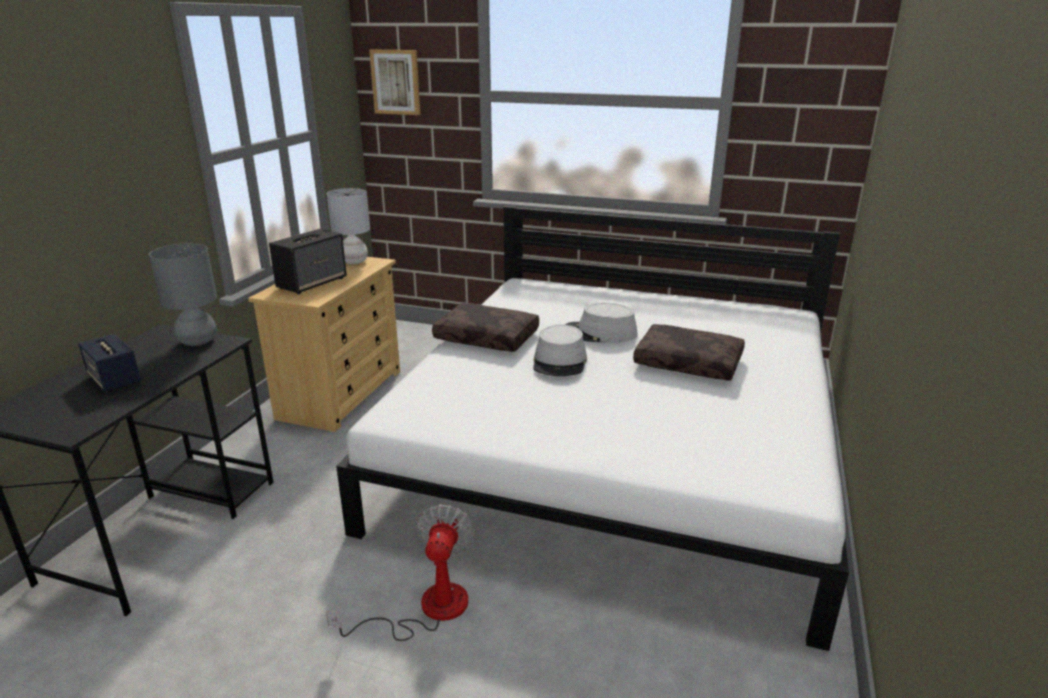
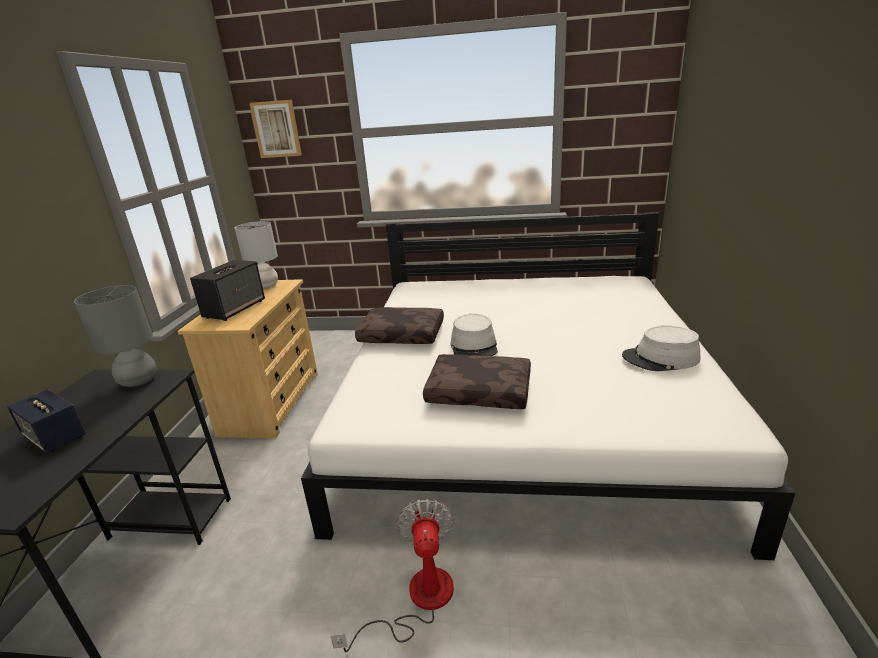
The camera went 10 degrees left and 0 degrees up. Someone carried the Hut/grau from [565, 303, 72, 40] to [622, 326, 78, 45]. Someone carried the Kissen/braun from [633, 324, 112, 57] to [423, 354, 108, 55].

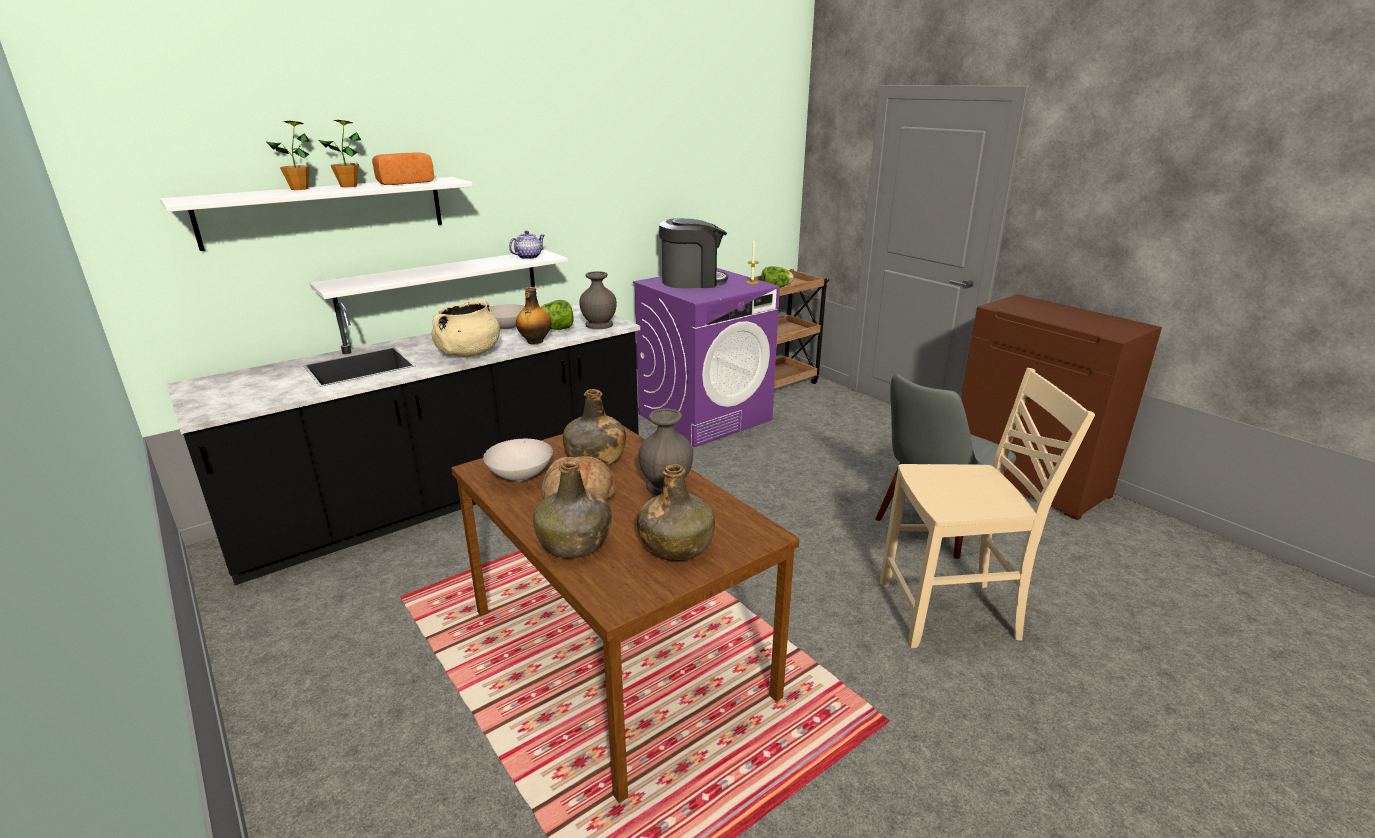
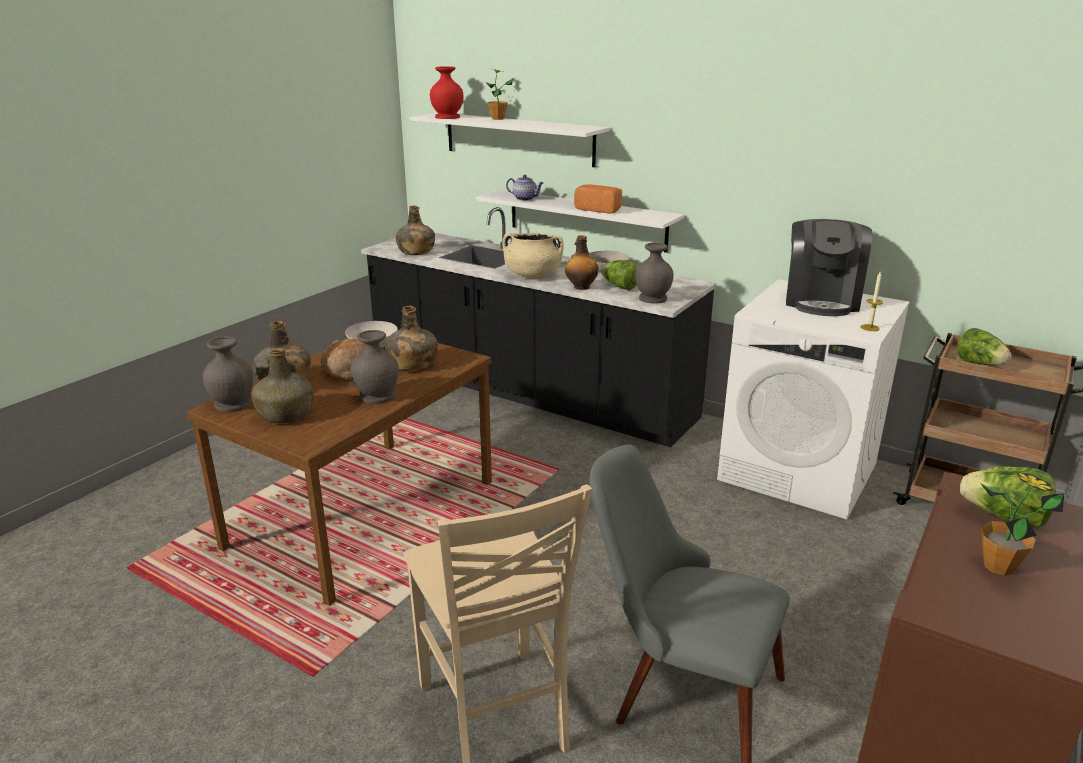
The camera went 70 degrees right and 0 degrees up. Someone put down the Vase/grau at [202, 337, 51, 75]. Someone put down the Flasche/grün at [396, 206, 39, 49]. Someone put down the Vase/rot at [430, 66, 33, 53]. Someone put down the Salatkopf at [960, 467, 96, 61]. Someone carried the Topfpflanze from [318, 120, 43, 67] to [980, 472, 84, 104]. Someone carried the Brot from [372, 153, 62, 32] to [574, 184, 48, 30]. Someone carried the Teekanne from [509, 231, 36, 28] to [506, 175, 38, 26]. Someone repainted the Waschmaschine/lila at [633, 268, 147, 179], which became the Waschmaschine/weiß at [717, 279, 193, 240]. Someone rotated the Kaffeemaschine at [659, 218, 69, 70] by 45 degrees clockwise.

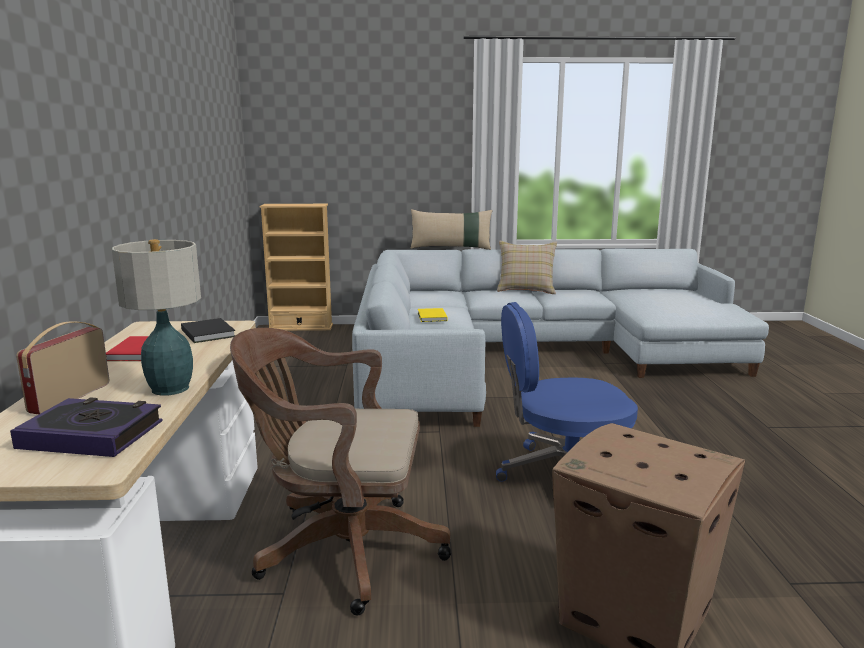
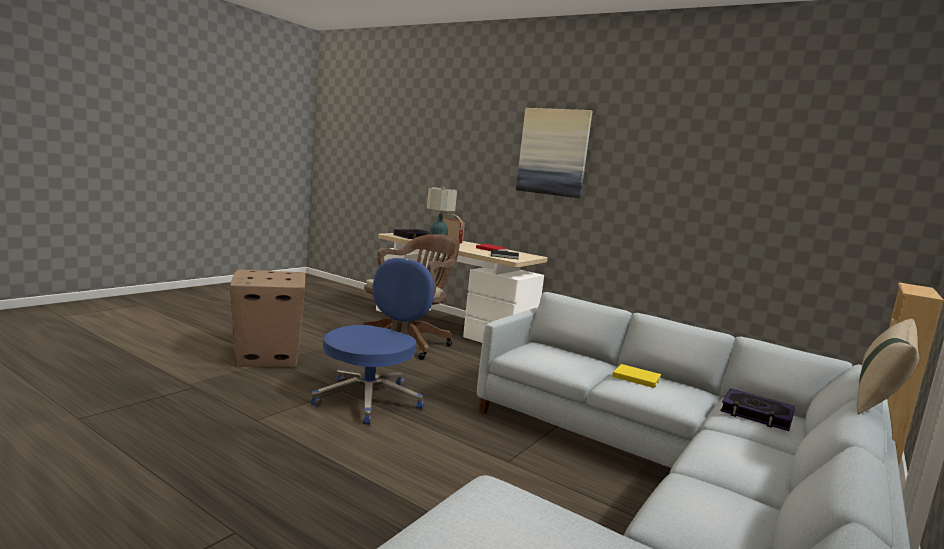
The camera went 125 degrees right and 5 degrees down. Someone took away the Kissen/beige at [497, 241, 60, 53]. Someone put up the Bild at [516, 108, 76, 90]. Someone put down the Buch at [720, 388, 75, 43].

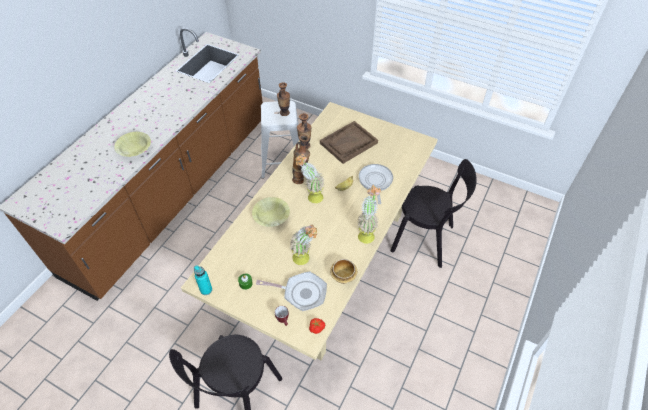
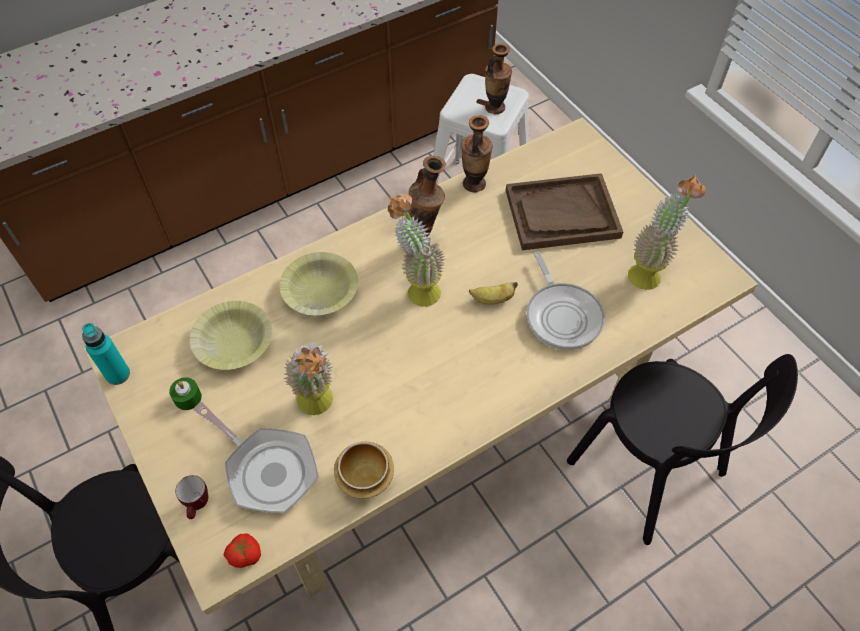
The camera went 30 degrees right and 5 degrees up. Someone carried the Schüssel/gelb from [114, 132, 37, 25] to [190, 301, 82, 69]. Someone carried the Topfpflanze from [357, 185, 24, 59] to [628, 175, 78, 115]. Someone rotated the Pfanne at [359, 164, 34, 40] by 135 degrees clockwise.

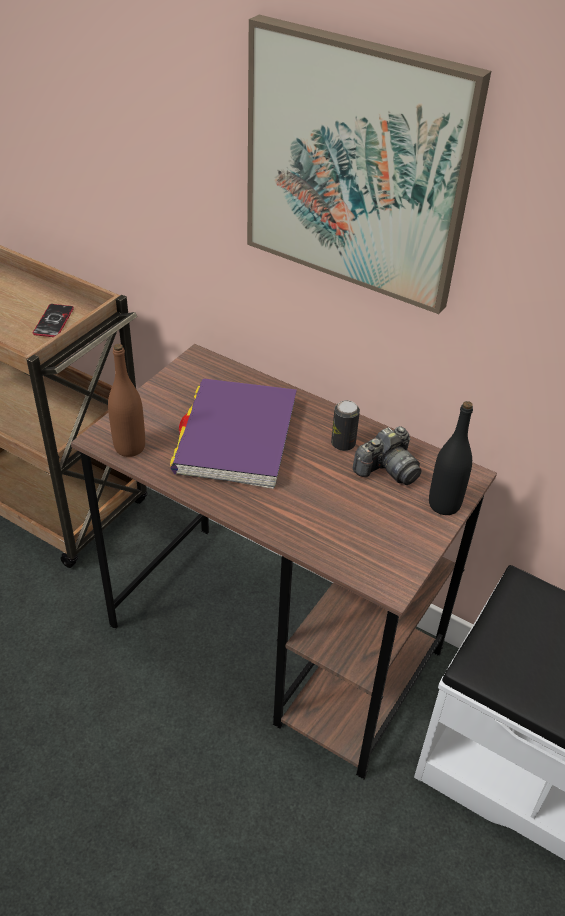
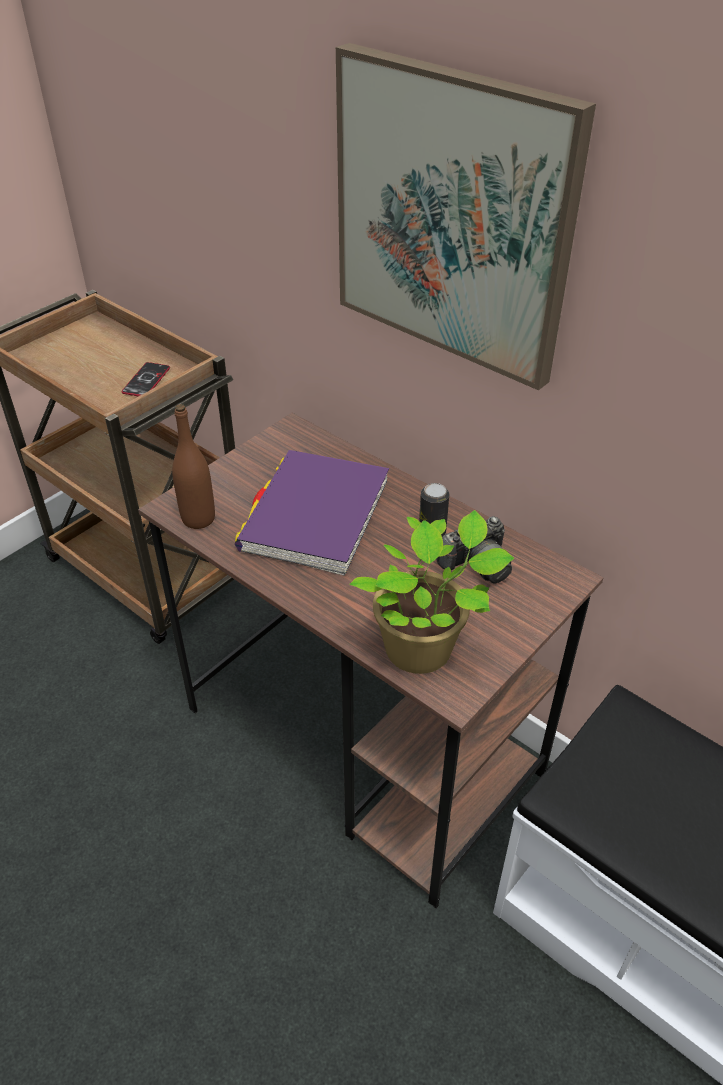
The camera went 10 degrees right and 0 degrees up. Someone took away the Flasche/schwarz at [429, 401, 44, 114]. Someone put down the Topfpflanze at [349, 510, 165, 164].

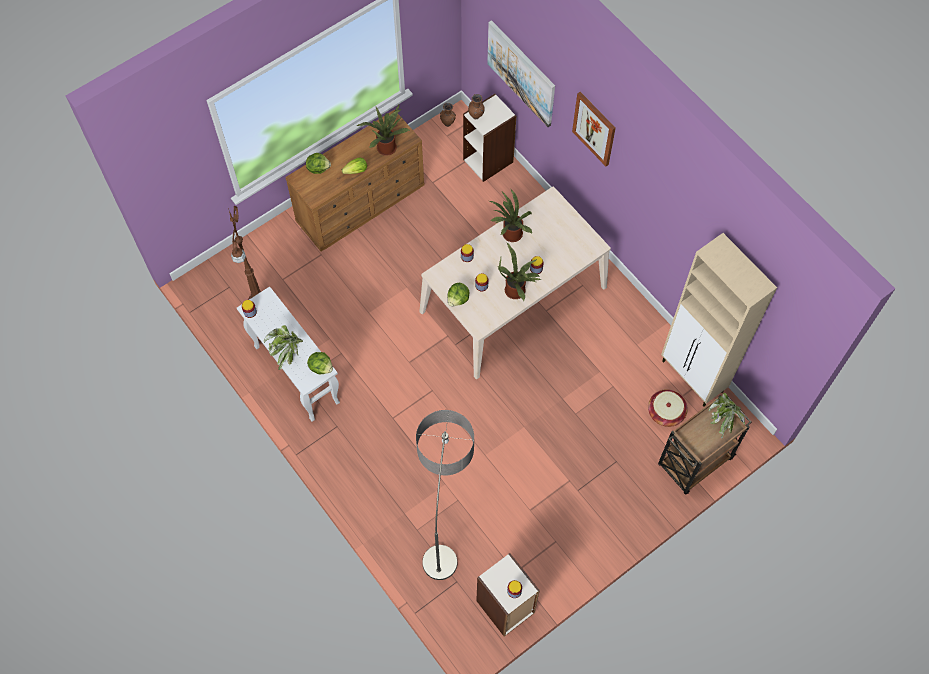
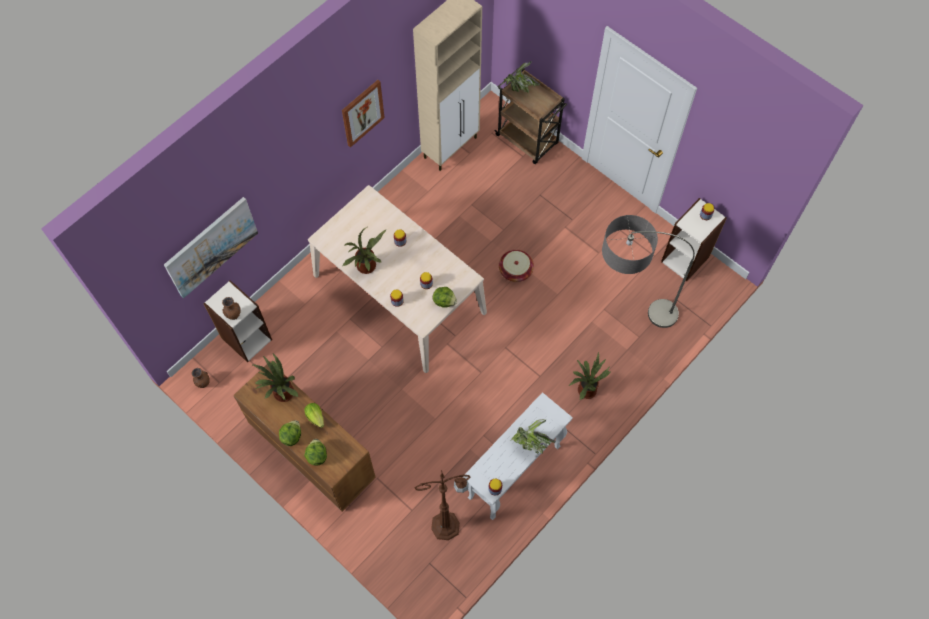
The camera went 100 degrees left and 0 degrees up. Someone carried the Salatkopf from [307, 352, 26, 22] to [279, 420, 22, 26]. Someone carried the Topfpflanze from [498, 243, 44, 58] to [569, 351, 41, 49]. Someone carried the Bild from [572, 92, 44, 74] to [342, 80, 43, 68]. Someone carried the Korb from [648, 389, 40, 38] to [499, 250, 35, 32].

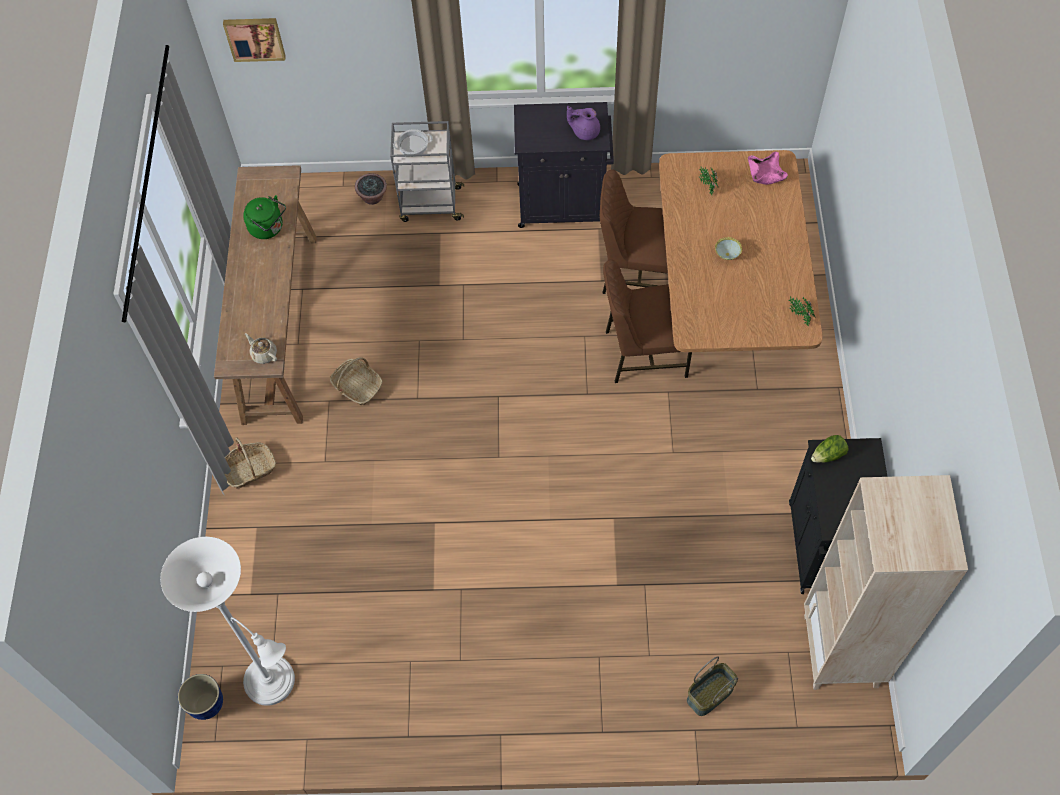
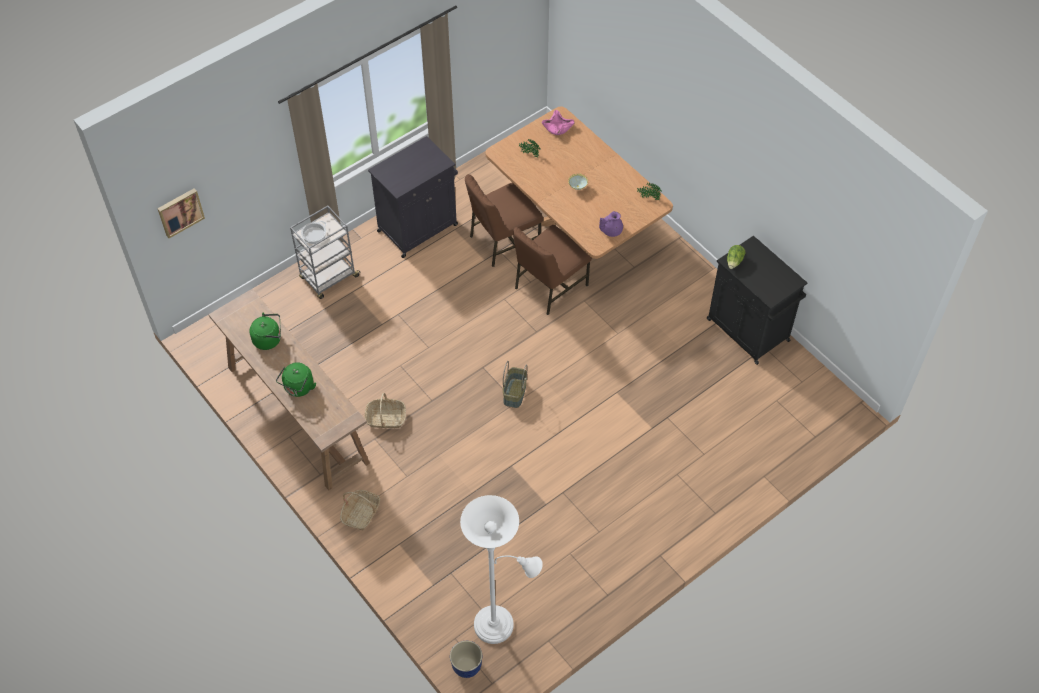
The camera went 40 degrees left and 5 degrees down. Someone took away the Teekanne/beige at [245, 333, 32, 31]. Someone took away the Topfpflanze at [355, 173, 32, 32]. Someone took away the Bücherregal/beige at [804, 475, 164, 215]. Someone put down the Wasserkessel/grün at [276, 362, 40, 35]. Someone carried the Teekanne/lila from [567, 106, 33, 34] to [599, 211, 24, 26]. Someone carried the Korb from [687, 656, 51, 60] to [503, 361, 25, 47].

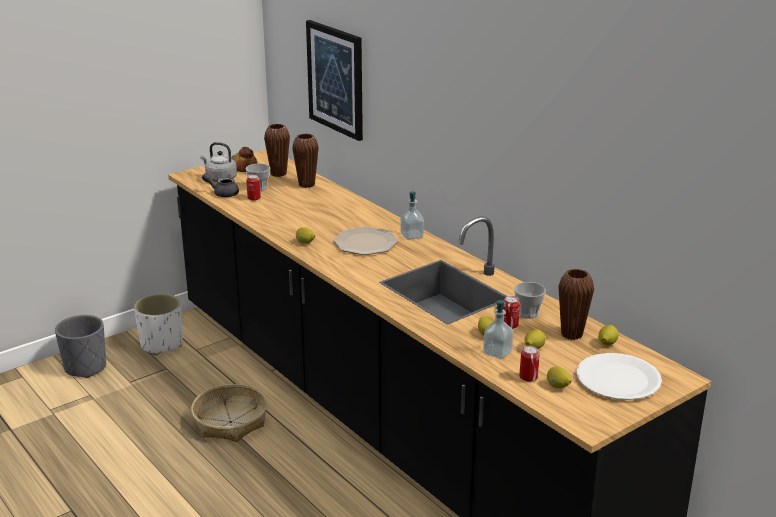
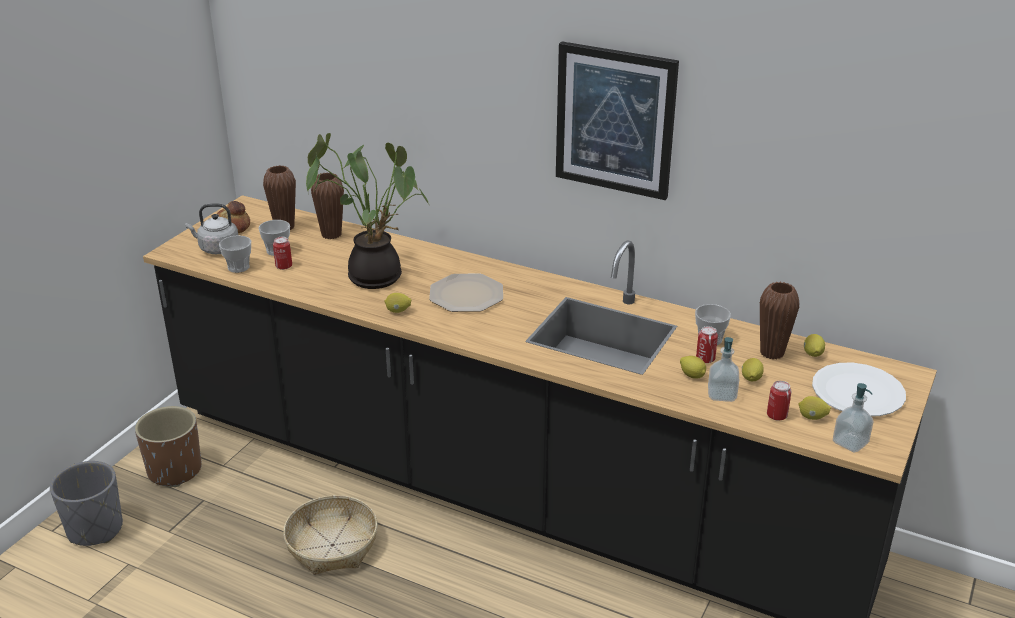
The camera went 25 degrees left and 5 degrees up. Someone put down the Topfpflanze at [306, 133, 124, 156]. Someone carried the Bild from [306, 20, 57, 121] to [556, 42, 123, 158]. Someone carried the Seifenspender from [401, 191, 23, 49] to [833, 383, 41, 70]. Someone swapped the Teekanne/grau at [202, 173, 37, 24] for the Tasse at [219, 235, 32, 38]. Someone repainted the Pflanzkübel/weiß at [134, 294, 49, 61], which became the Pflanzkübel/braun at [135, 406, 67, 81].

